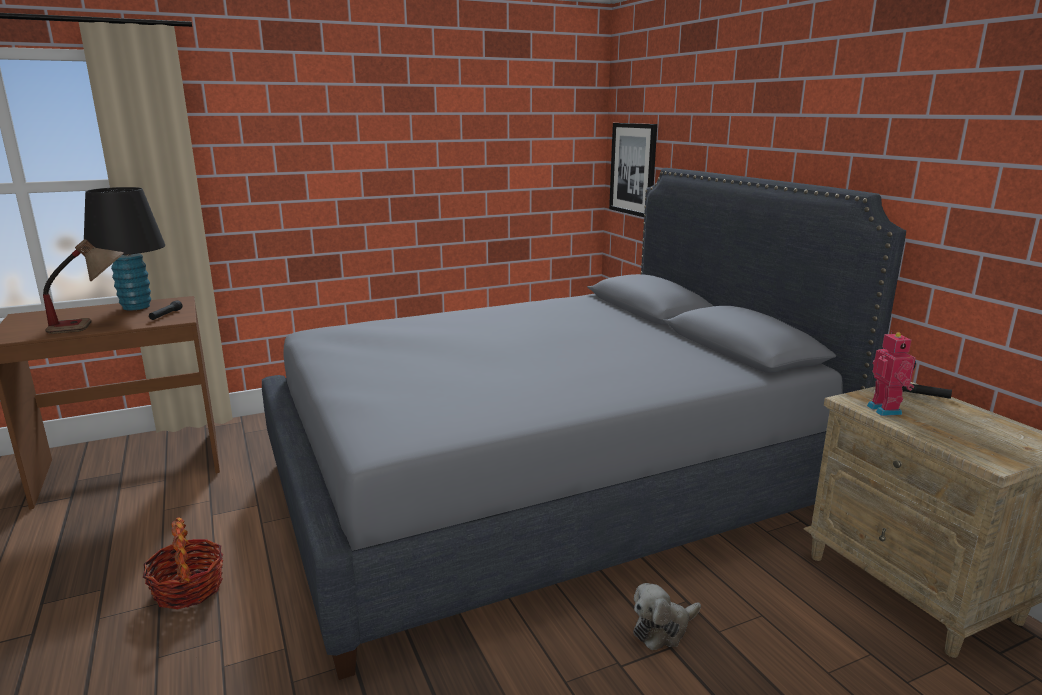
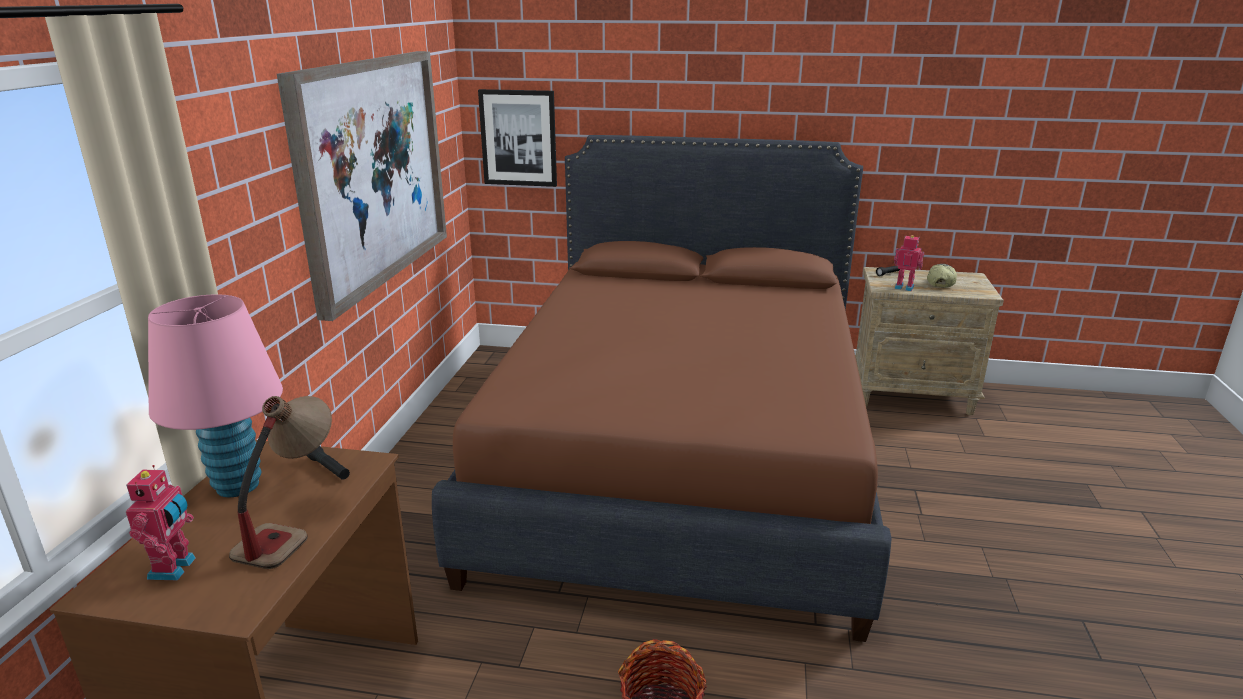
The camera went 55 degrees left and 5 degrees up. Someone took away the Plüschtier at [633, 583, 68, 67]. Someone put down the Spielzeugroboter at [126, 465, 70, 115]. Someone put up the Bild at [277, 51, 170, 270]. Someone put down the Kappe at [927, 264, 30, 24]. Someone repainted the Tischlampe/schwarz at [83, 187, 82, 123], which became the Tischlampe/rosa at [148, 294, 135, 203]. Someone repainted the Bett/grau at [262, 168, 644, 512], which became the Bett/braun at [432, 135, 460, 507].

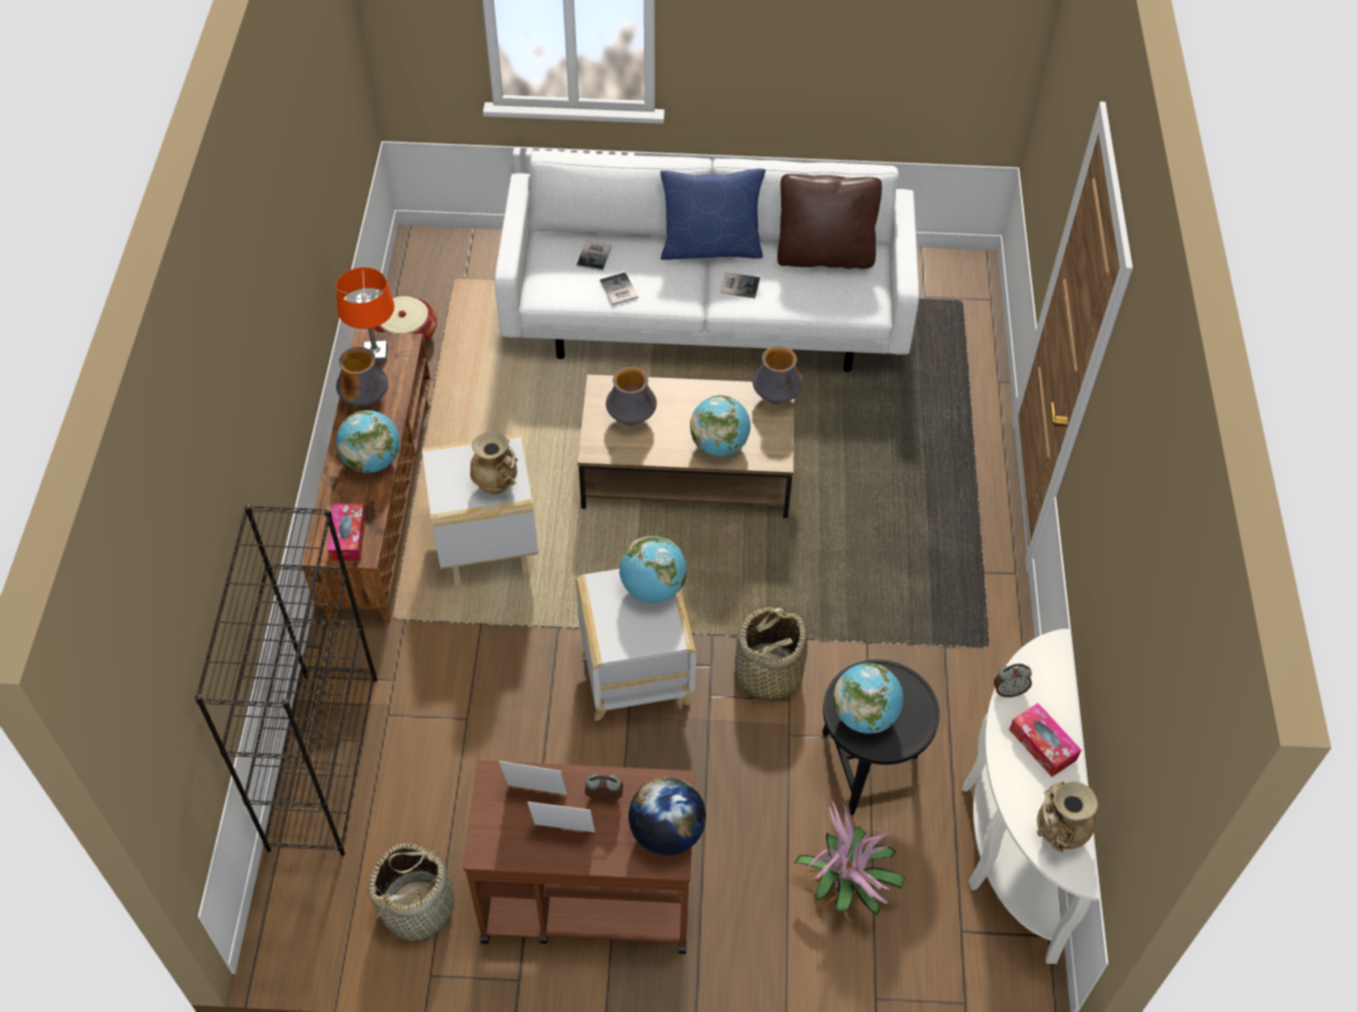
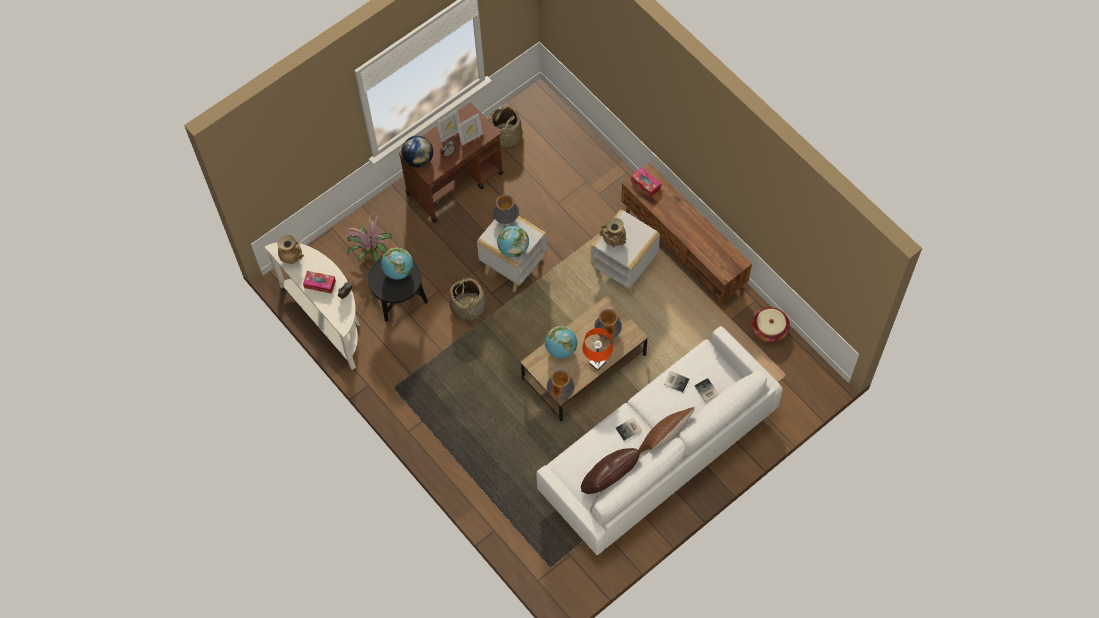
The camera went 140 degrees right and 10 degrees up. Someone took away the Bücherregal/schwarz at [195, 505, 182, 351]. Someone took away the Globus at [336, 410, 64, 63]. Someone carried the Tischlampe/orange from [336, 267, 58, 96] to [582, 328, 31, 43]. Someone carried the Vase from [336, 347, 52, 60] to [492, 195, 27, 29]. Someone repainted the Kissen/blau at [660, 168, 106, 92], which became the Kissen/braun at [638, 407, 57, 48].

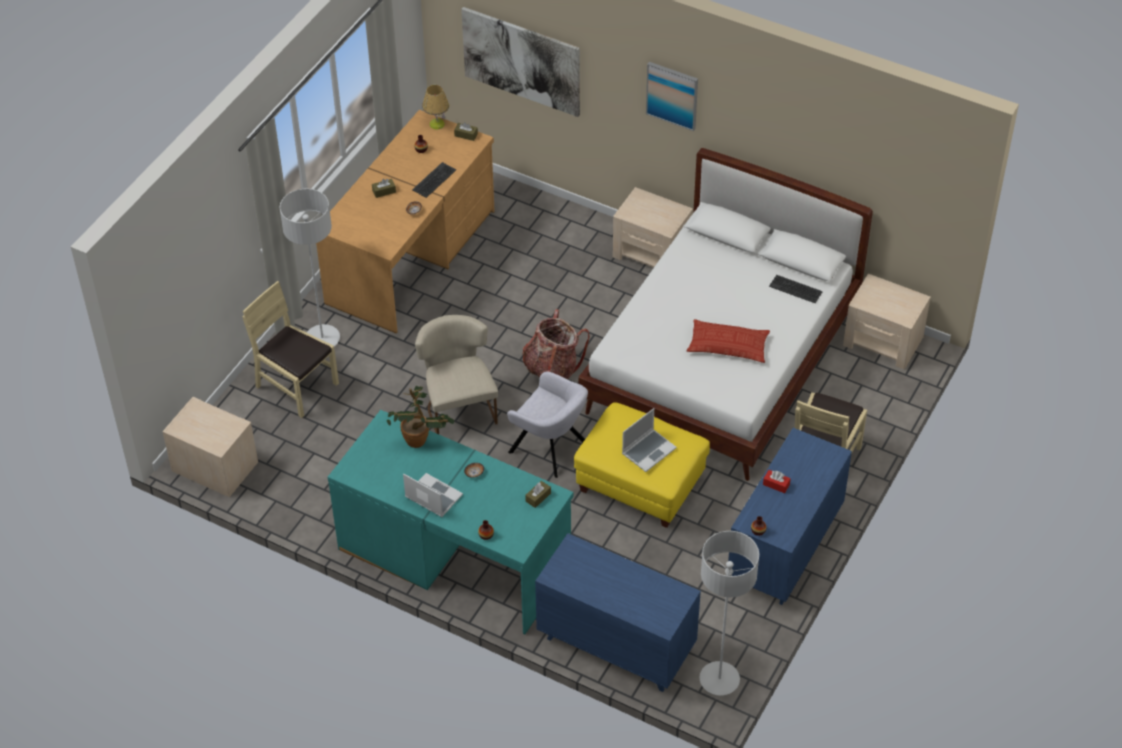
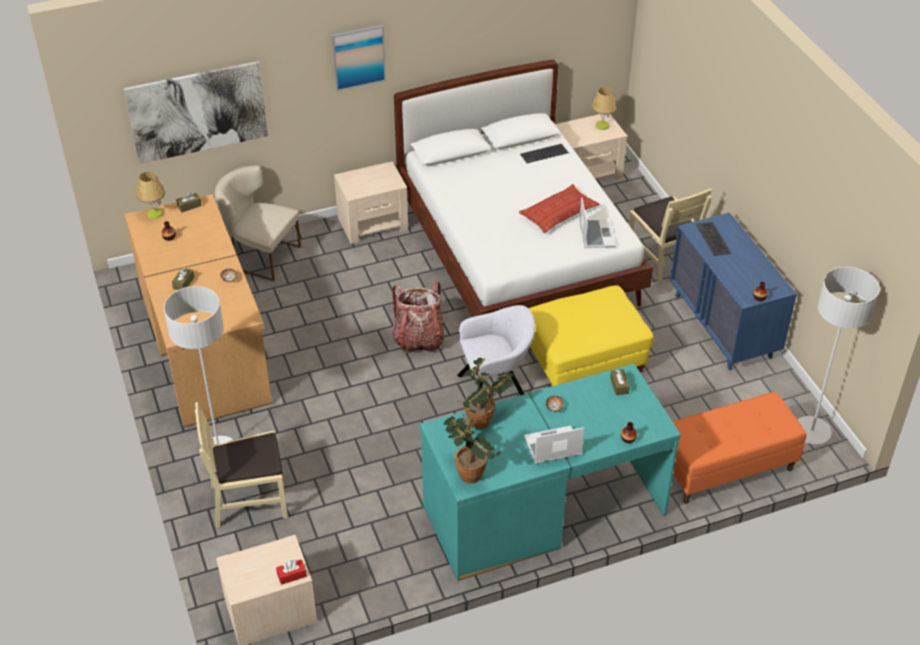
The camera went 50 degrees left and 5 degrees down. Someone put down the Topfpflanze at [443, 413, 58, 70]. Someone put down the Tischlampe at [592, 87, 24, 43]. Someone carried the Tastatur from [412, 162, 44, 36] to [696, 222, 35, 34]. Someone carried the Stuhl/beige from [415, 315, 83, 119] to [215, 165, 86, 116]. Someone carried the Laptop from [622, 408, 55, 64] to [579, 197, 36, 51]. Someone carried the Taschentuchbox/rot from [763, 470, 28, 23] to [276, 559, 31, 26]. Someone swapped the Kommode/blau at [535, 533, 166, 159] for the Bank/orange at [672, 392, 134, 112].

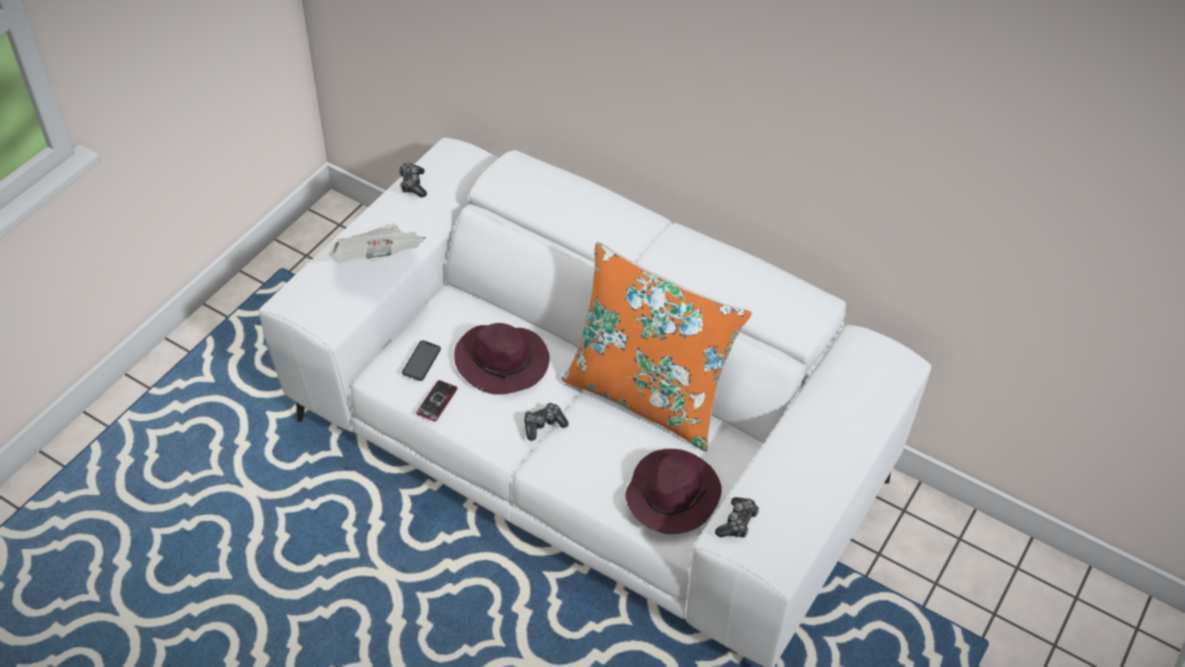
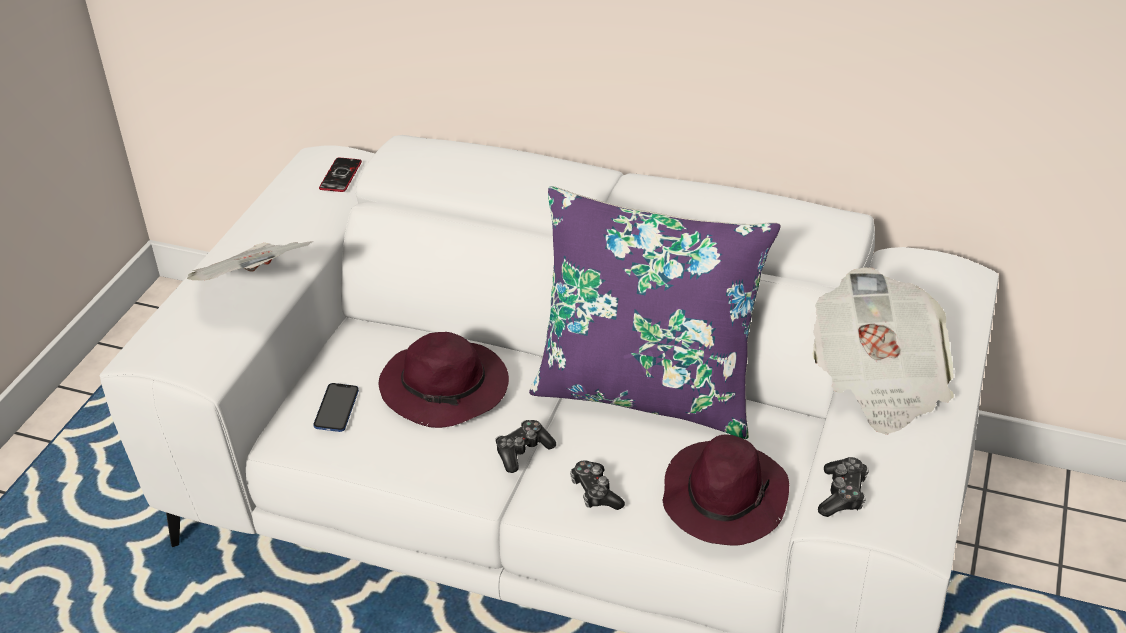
The camera went 10 degrees left and 10 degrees down. Someone put down the Zeitung at [812, 267, 142, 168]. Someone carried the Gamepad from [399, 163, 28, 35] to [570, 460, 55, 50]. Someone carried the Handy from [416, 380, 42, 41] to [319, 157, 43, 35]. Someone repainted the Kissen/orange at [561, 242, 191, 210], which became the Kissen/lila at [529, 186, 252, 253].

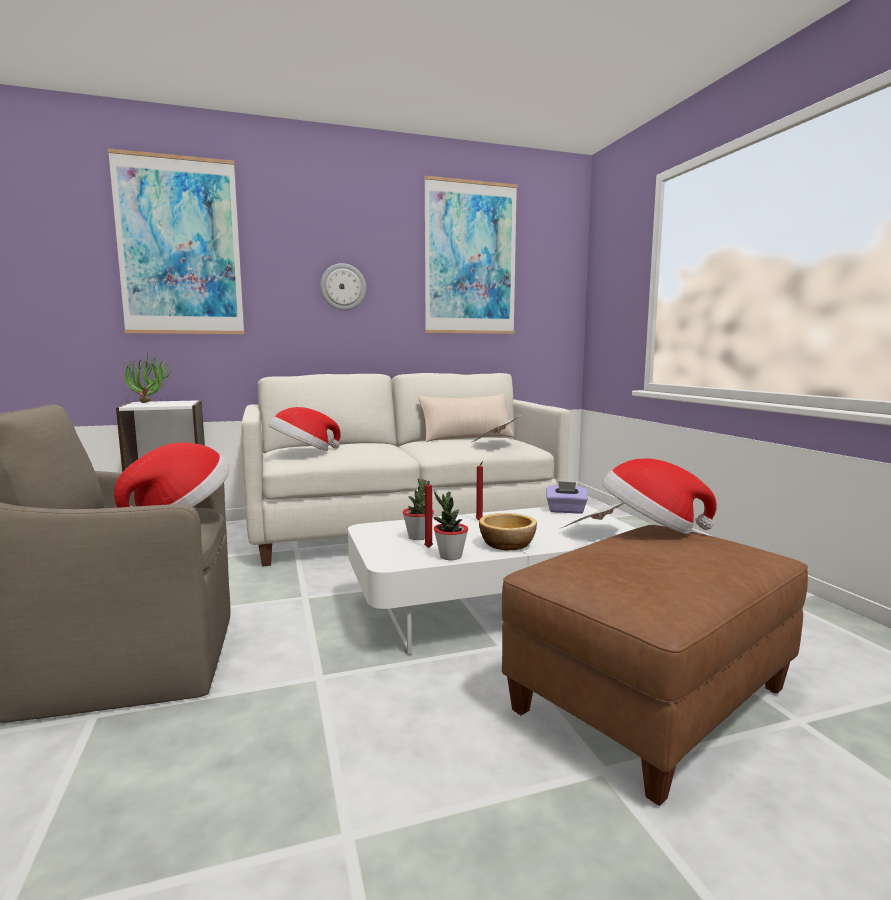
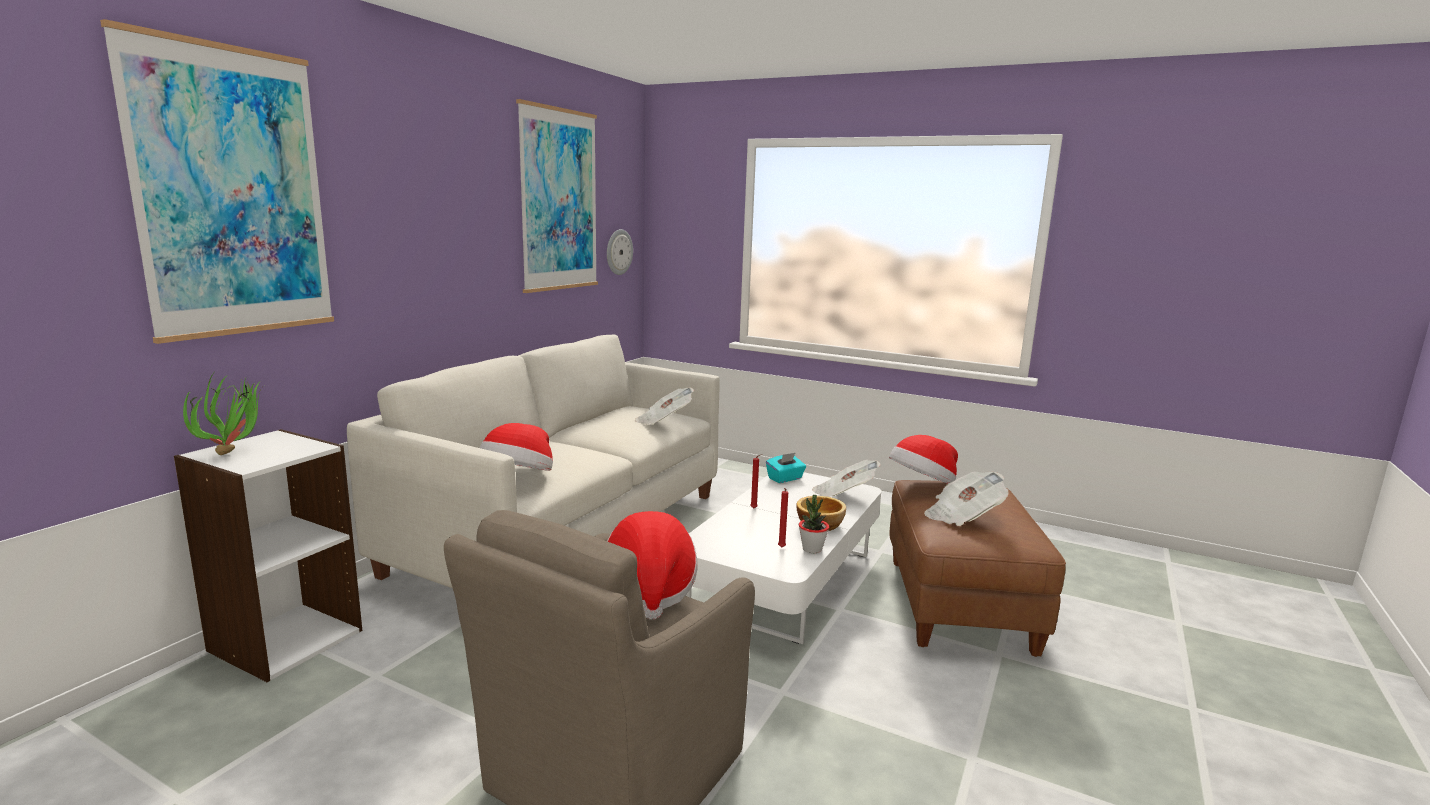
The camera went 45 degrees left and 5 degrees up. Someone took away the Topfpflanze at [403, 479, 31, 61]. Someone took away the Kissen/beige at [418, 394, 96, 48]. Someone put down the Zeitung at [924, 472, 85, 54]. Someone carried the Wanduhr from [320, 263, 46, 48] to [607, 229, 26, 46]. Someone repainted the Taschentuchbox/lila at [546, 481, 42, 33], which became the Taschentuchbox/türkis at [766, 453, 40, 30].

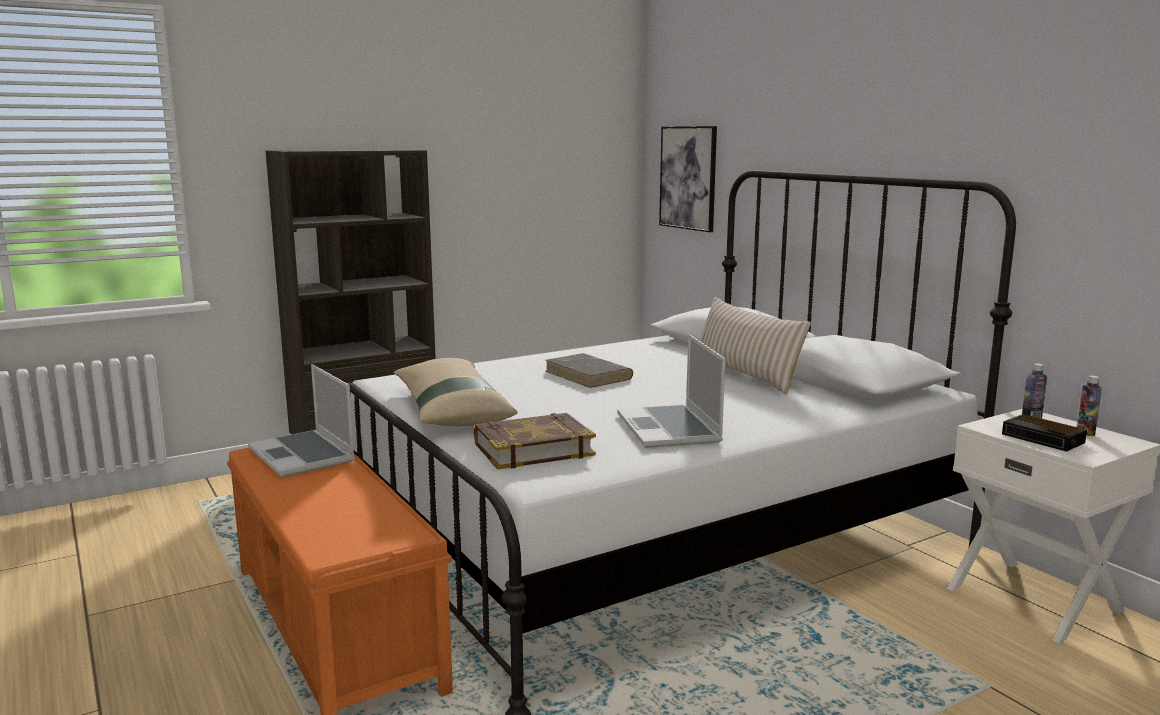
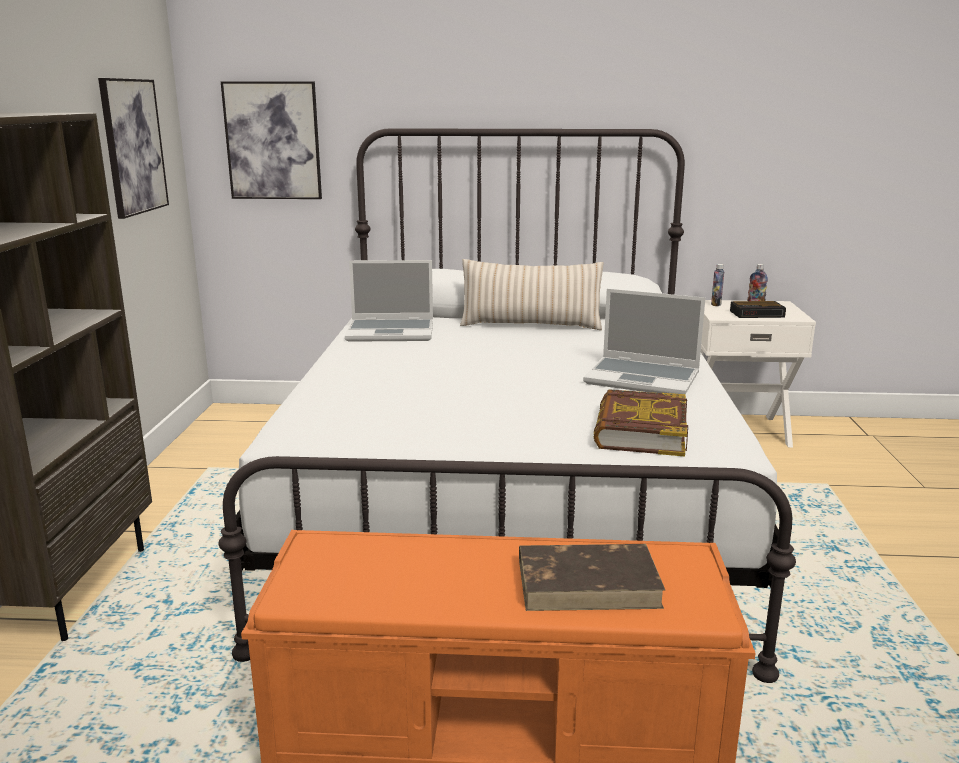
The camera went 55 degrees left and 5 degrees up. Someone took away the Kissen/beige at [394, 358, 123, 68]. Someone put up the Bild at [98, 78, 71, 141]. Someone carried the Laptop from [248, 364, 107, 113] to [345, 260, 88, 82]. Someone carried the Buch/braun from [546, 353, 87, 35] to [519, 544, 146, 67].

